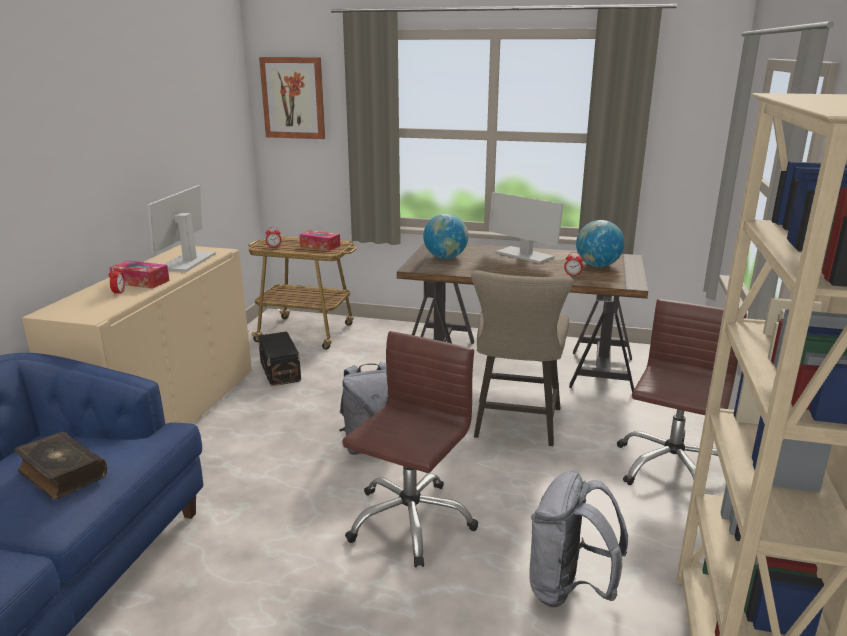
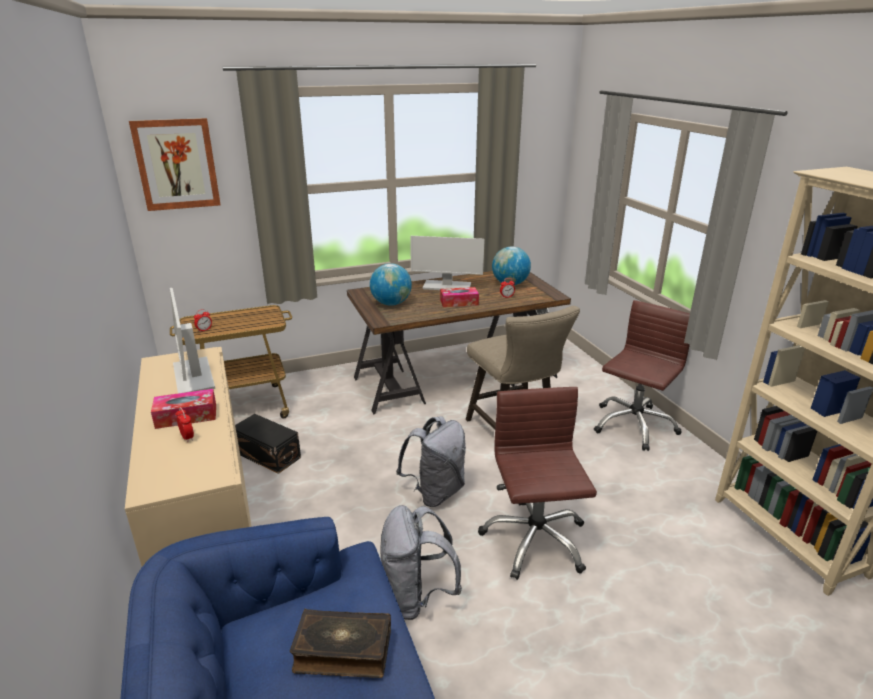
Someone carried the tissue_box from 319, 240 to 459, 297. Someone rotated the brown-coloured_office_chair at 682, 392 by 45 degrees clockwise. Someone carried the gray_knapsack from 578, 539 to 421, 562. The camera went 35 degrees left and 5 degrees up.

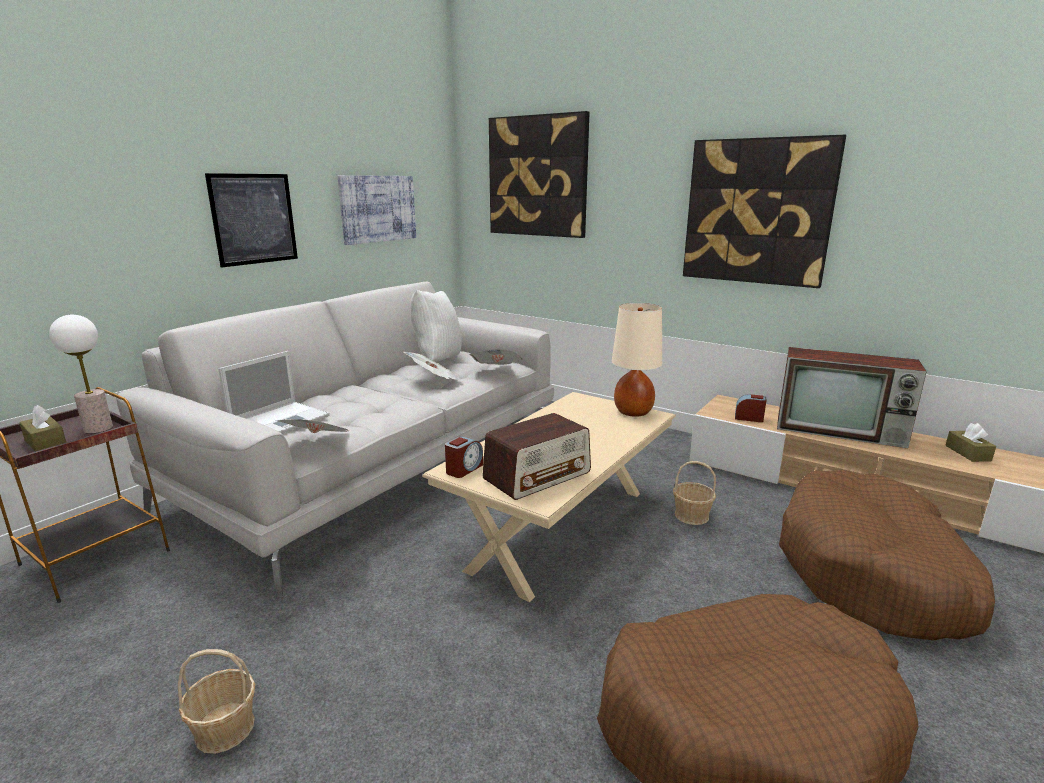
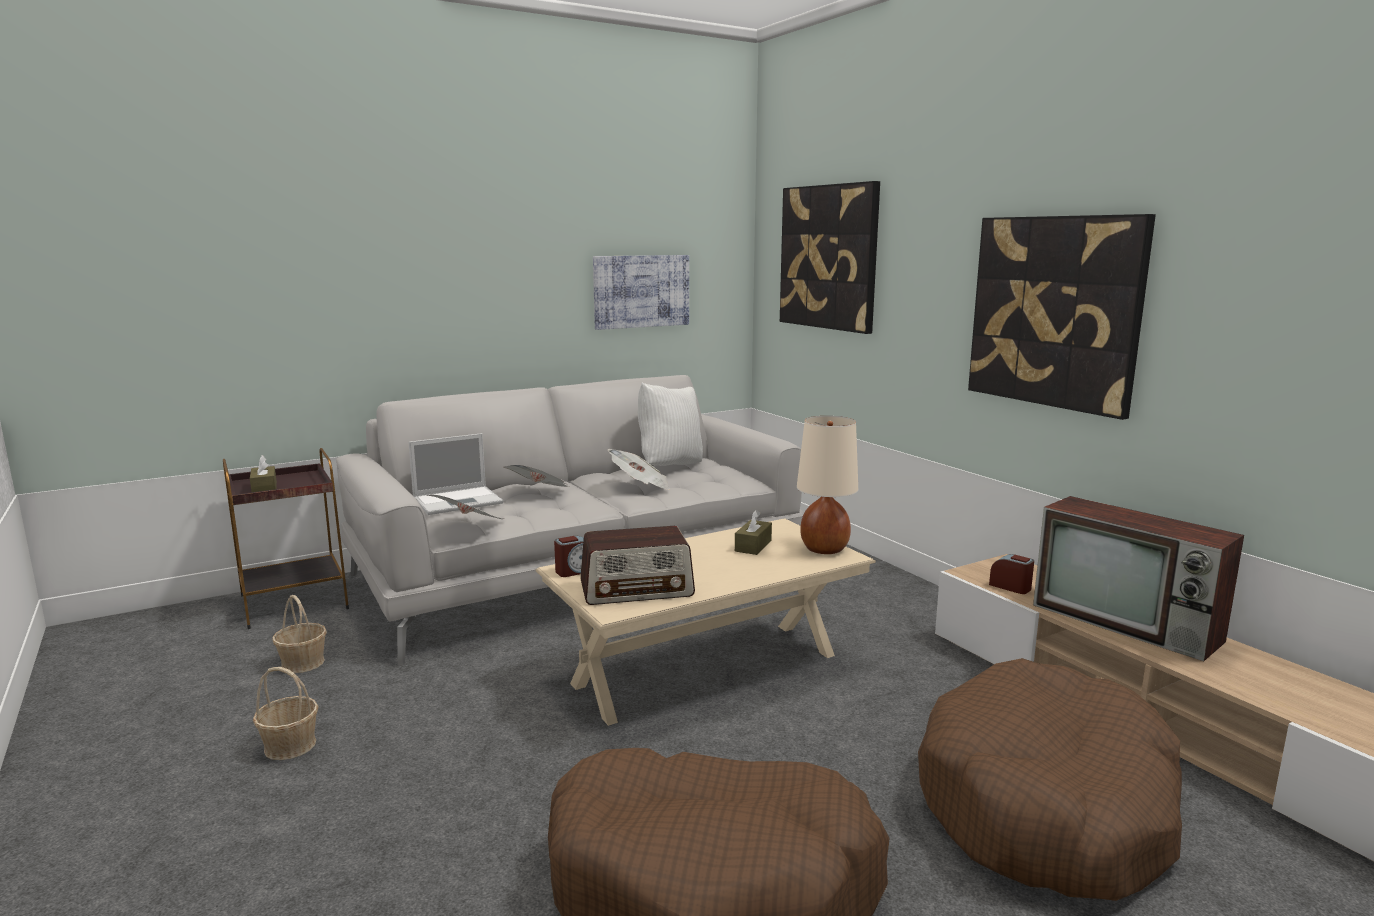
Someone took away the wall_picture at 251, 220. Someone took away the tabletop_lamp at 81, 374. Someone carried the printed_paper from 496, 357 to 535, 476. Someone carried the brown-coloured_tissue_box from 970, 442 to 753, 532. Someone carried the storage_basket from 694, 493 to 299, 634. The camera went 25 degrees right and 5 degrees down.

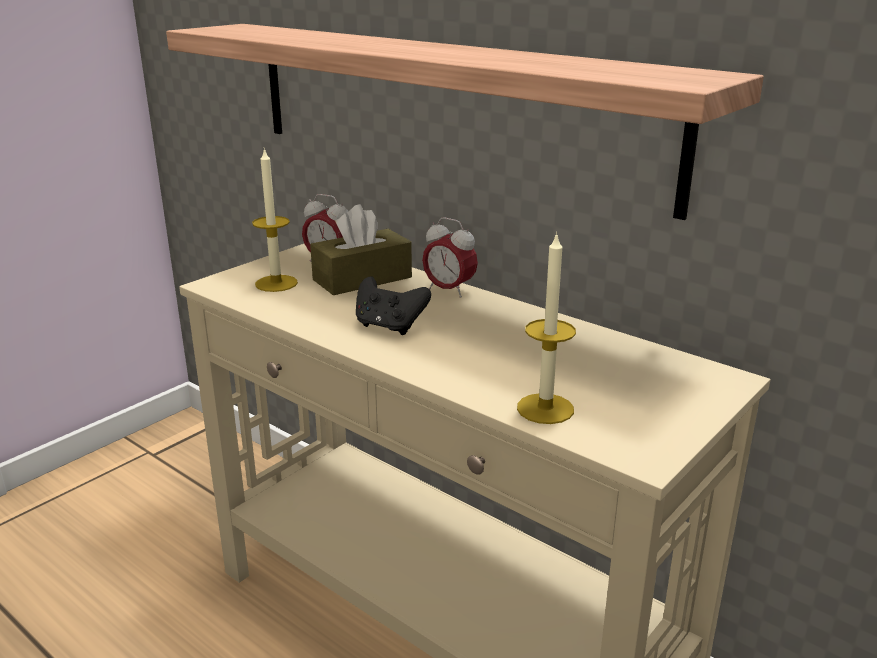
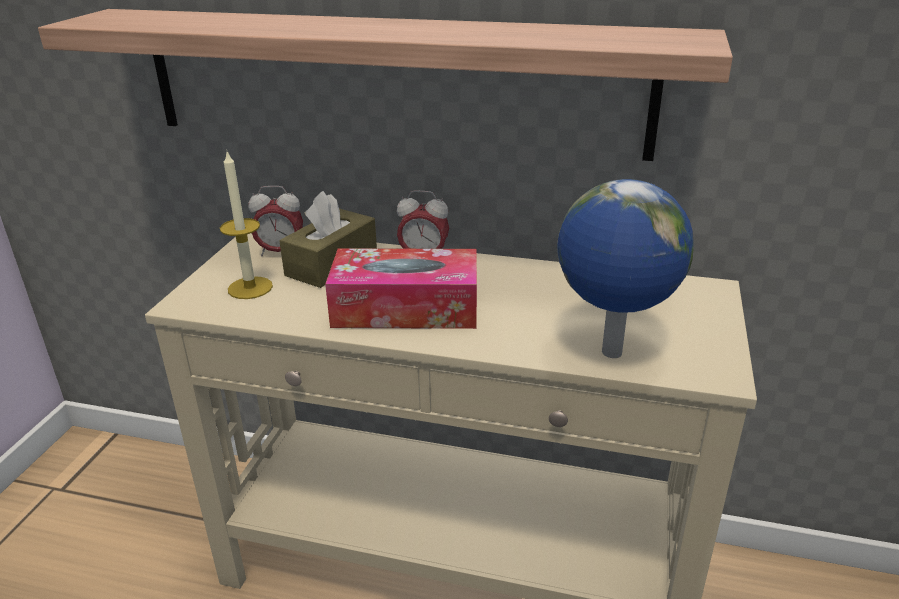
Someone swapped the wax_light at 546, 328 for the desk_globe at 625, 268. Someone swapped the black_joypad at 393, 305 for the tissue_box at 401, 289. The camera went 25 degrees left and 5 degrees up.

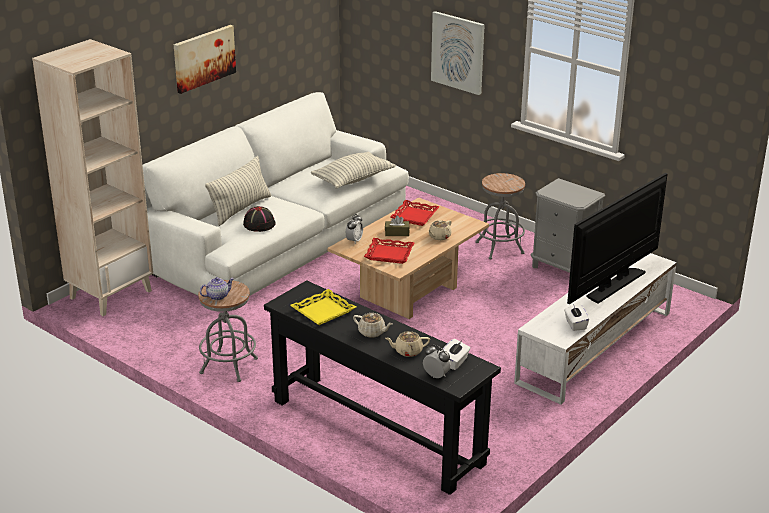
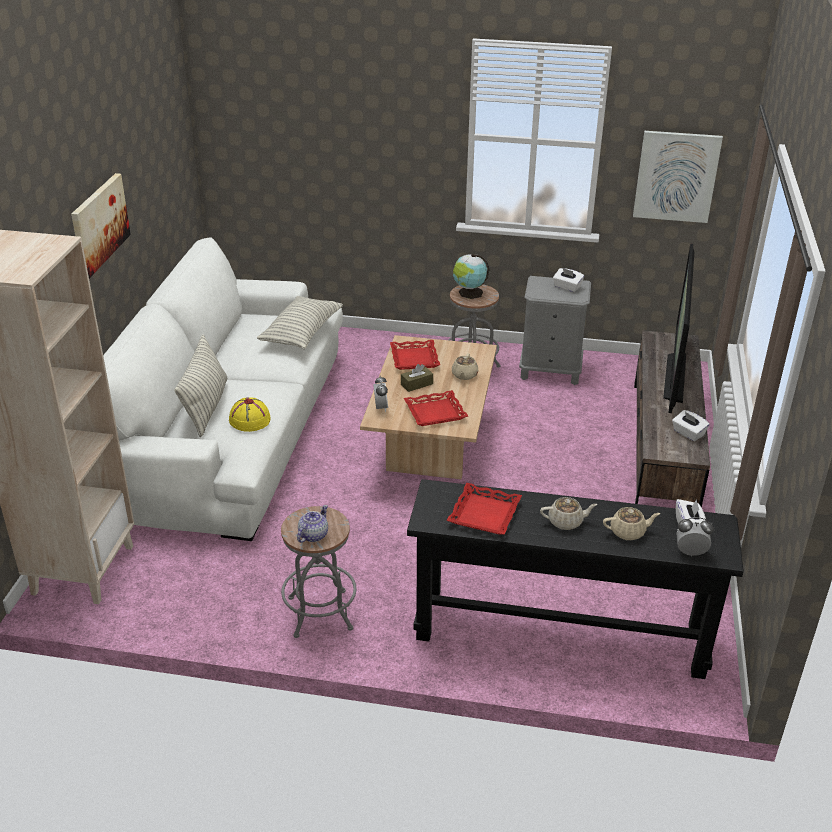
Someone carried the wall_picture from 458, 53 to 678, 177. Someone repainted the black_hat at 259, 219, which became the yellow-coloured_hat at 250, 414. Someone repainted the whitish_media_console at 595, 329, which became the brown-coloured_media_console at 672, 418. Someone repainted the yellow-coloured_tray at 323, 307, which became the reddish_tray at 484, 509. Someone rotated the beige-coloured_teapot at 407, 344 by 150 degrees counterclockwise. Someone put down the desk_globe at 471, 276. Someone put down the whitish_tissue_box at 568, 280. The camera went 30 degrees left and 5 degrees up.

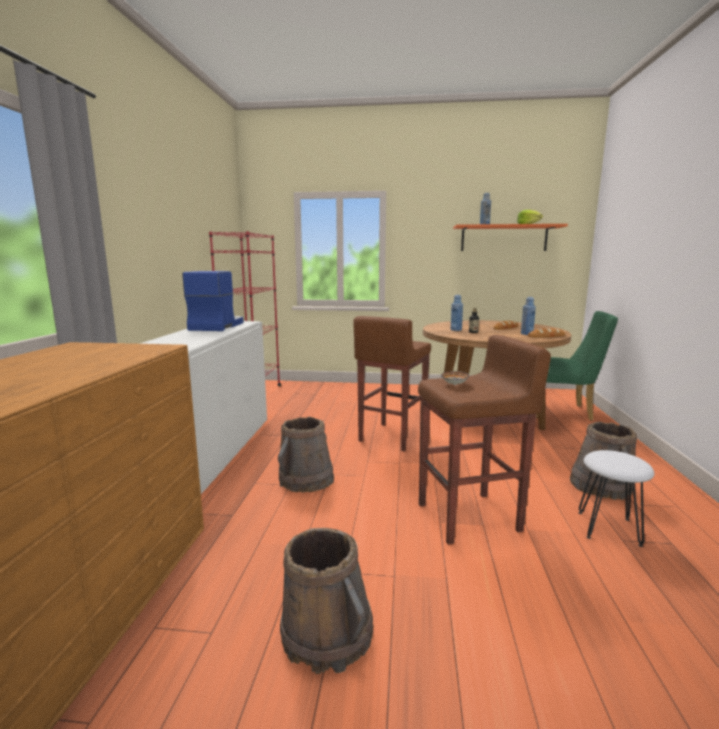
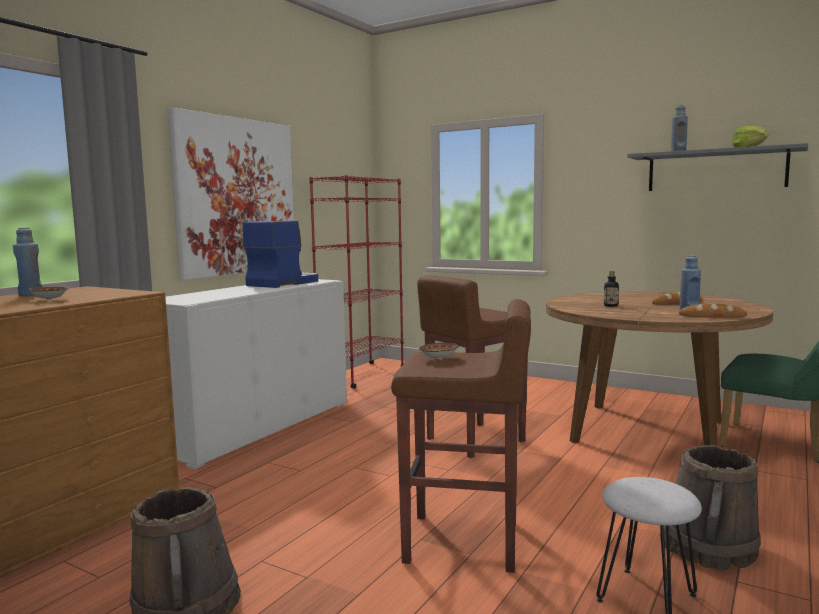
Someone repainted the orangey_wall_shelf at 510, 237, which became the gray_wall_shelf at 717, 167. Someone carried the bluish_drink_bottle from 457, 313 to 28, 262. Someone took away the brown-coloured_pail at 306, 454. Someone put up the wall_picture at 231, 193. Someone put down the bowl at 48, 294. The camera went 25 degrees right and 5 degrees down.

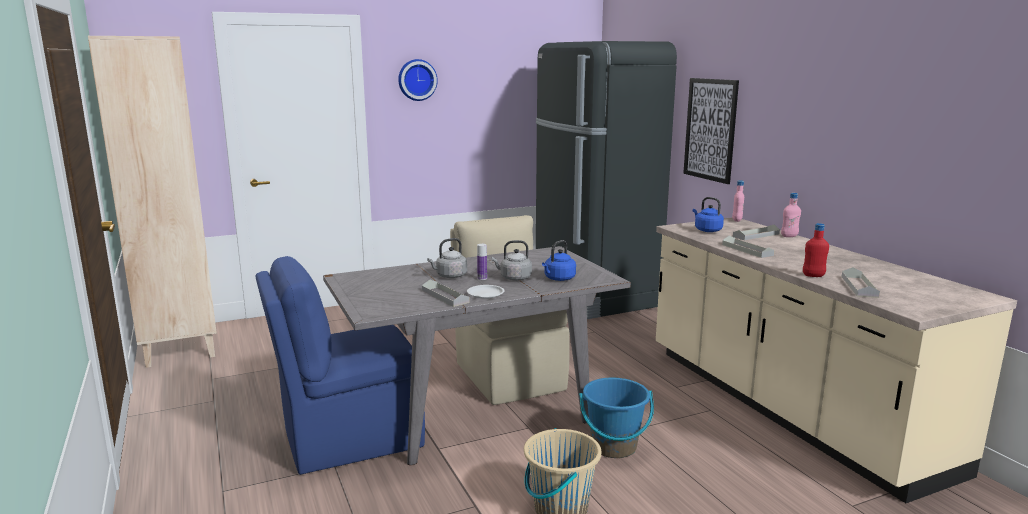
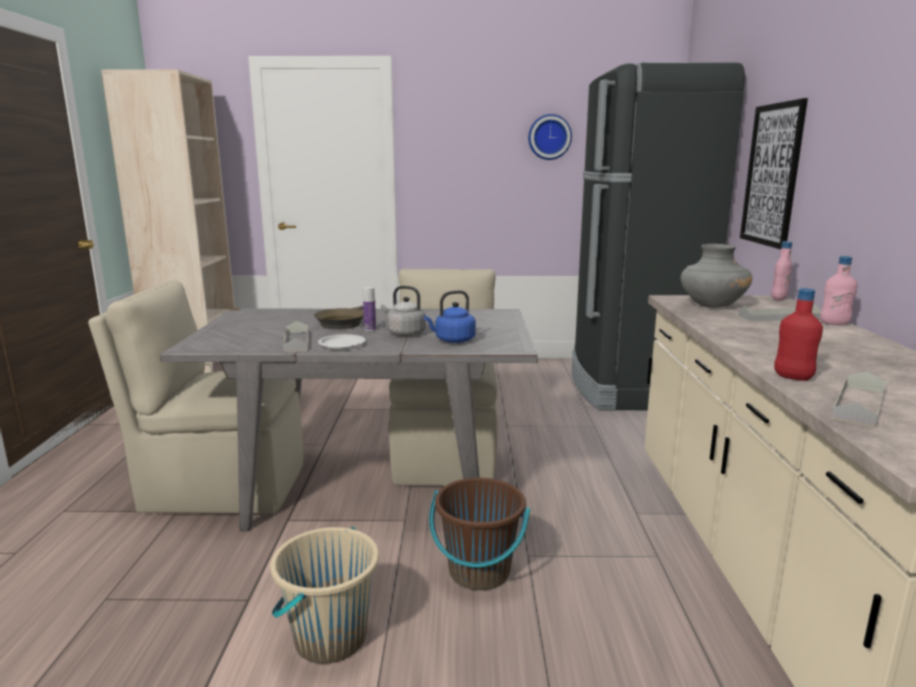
Someone carried the clock_on_the_wall from 418, 80 to 550, 137. Someone swapped the bluish_water_kettle at 708, 214 for the gray_vase at 717, 276. Someone took away the gray_tray at 748, 246. Someone swapped the gray_water_kettle at 447, 258 for the brown-coloured_frying_pan at 339, 317. Someone repainted the bluish_chair at 340, 365, which became the beige-coloured_chair at 195, 397. Someone repainted the bluish_pail at 616, 418, which became the brown-coloured_pail at 479, 534. The camera went 25 degrees right and 0 degrees up.

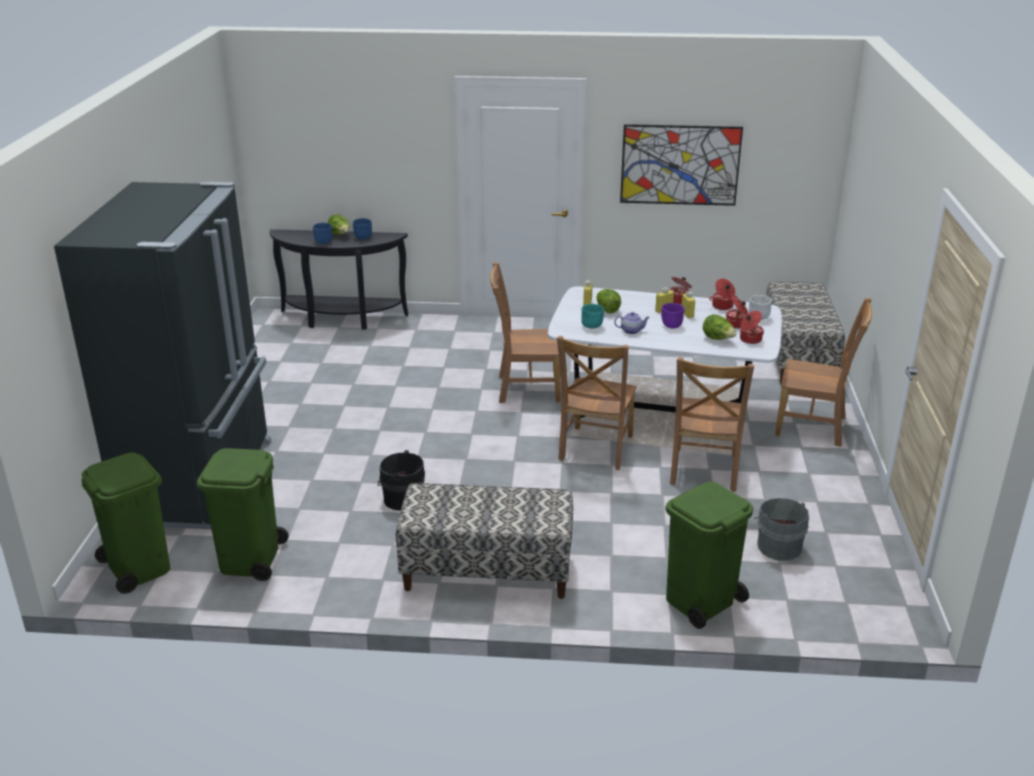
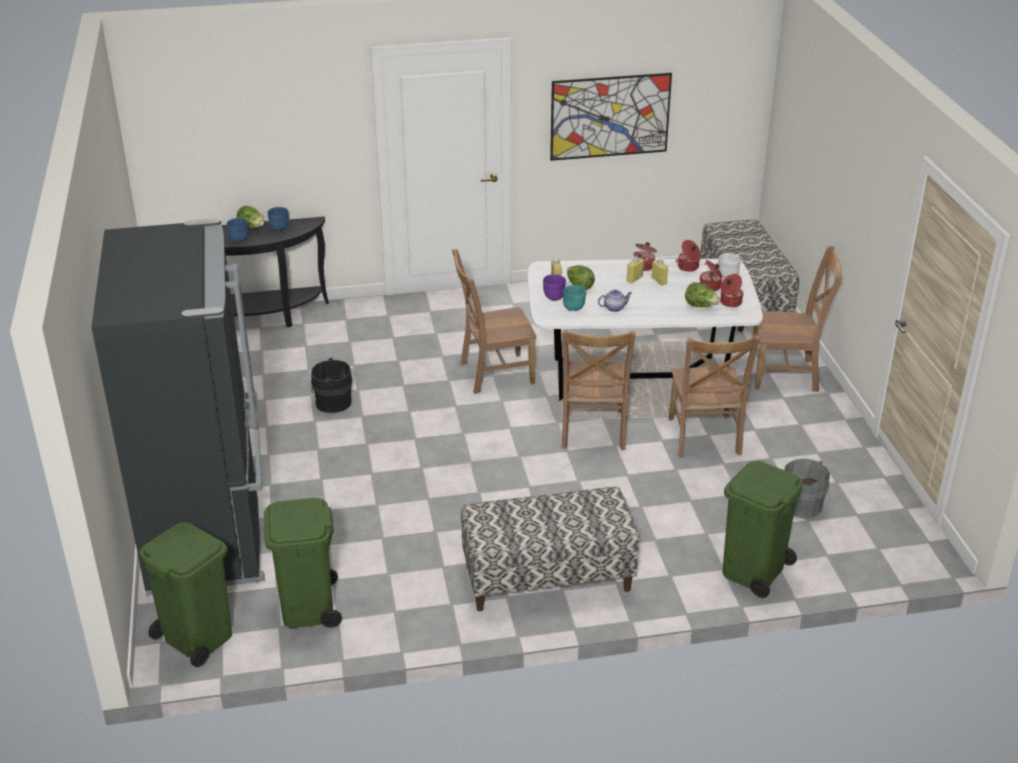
Someone carried the purple-coloured_bowl from 673, 315 to 554, 287. Someone carried the black_pail from 401, 480 to 331, 385. The camera went 15 degrees left and 5 degrees up.

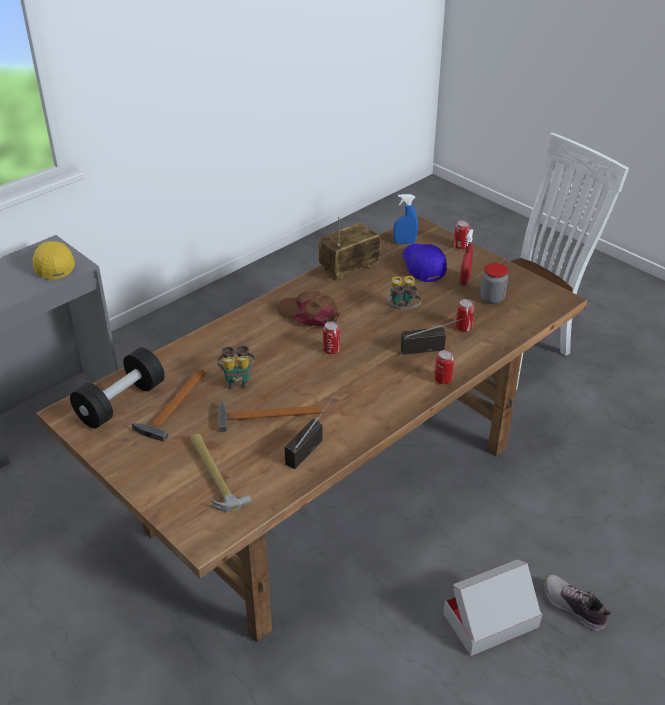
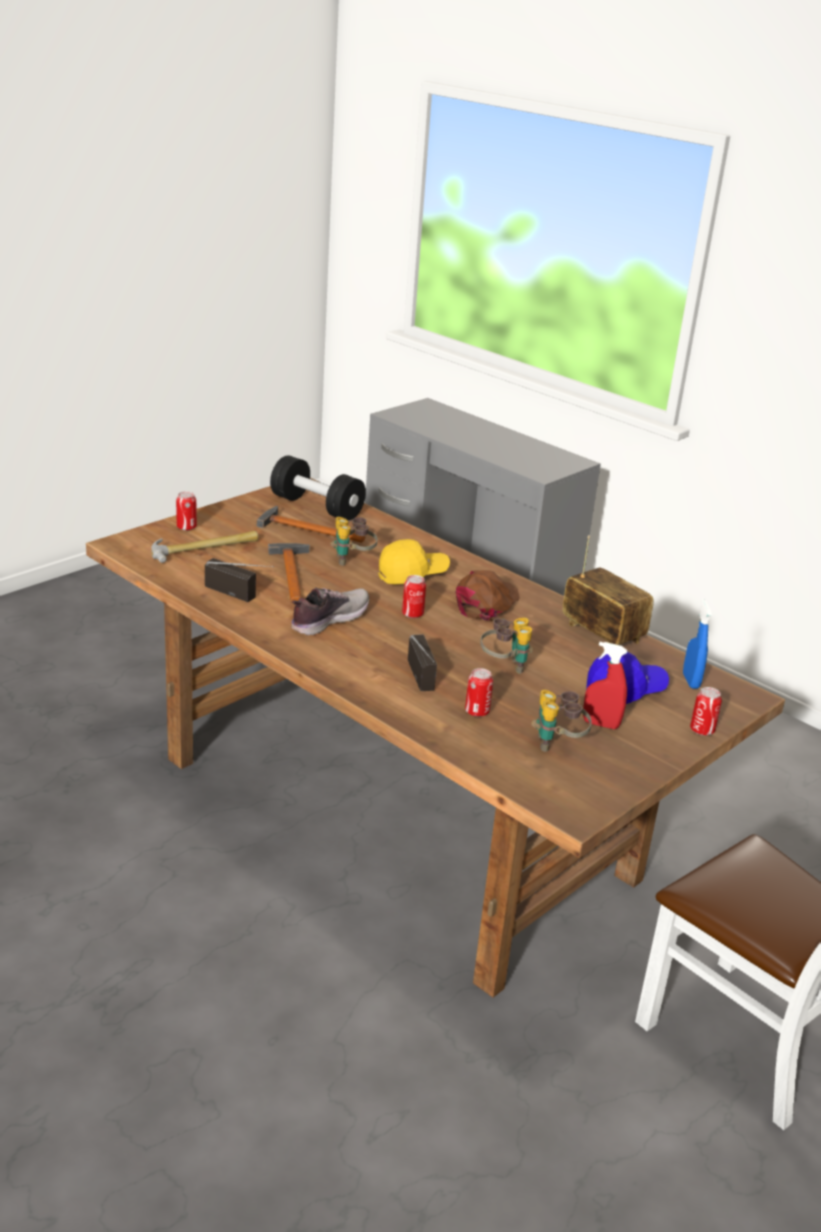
Someone carried the yellow-coloured_cap from 54, 260 to 414, 561. Someone swapped the storage_jar at 494, 283 for the binoculars at 561, 721. Someone carried the metal_can from 444, 367 to 186, 511. Someone took away the cardboard_box at 492, 608. Someone carried the item_of_footwear from 577, 602 to 330, 612. The camera went 85 degrees right and 10 degrees down.

